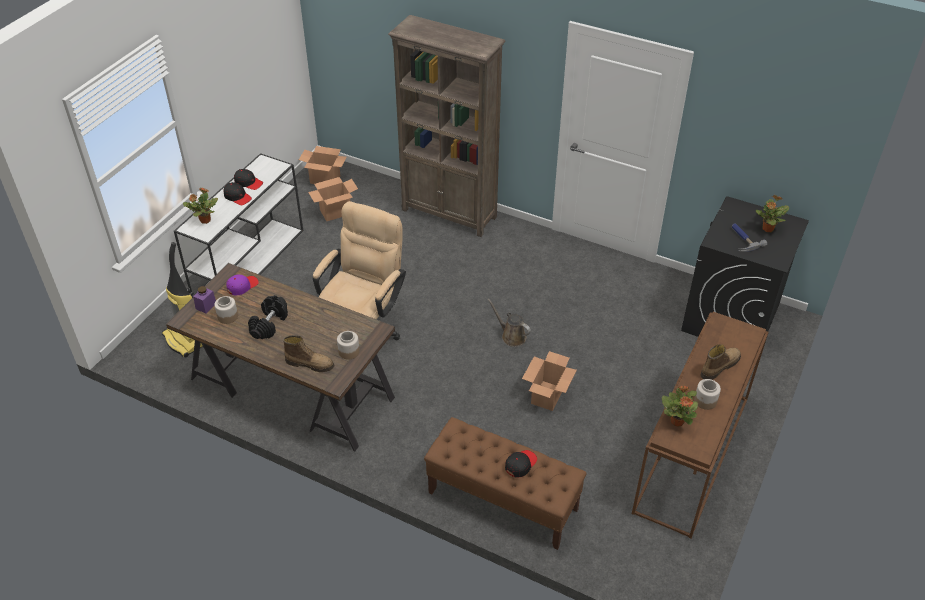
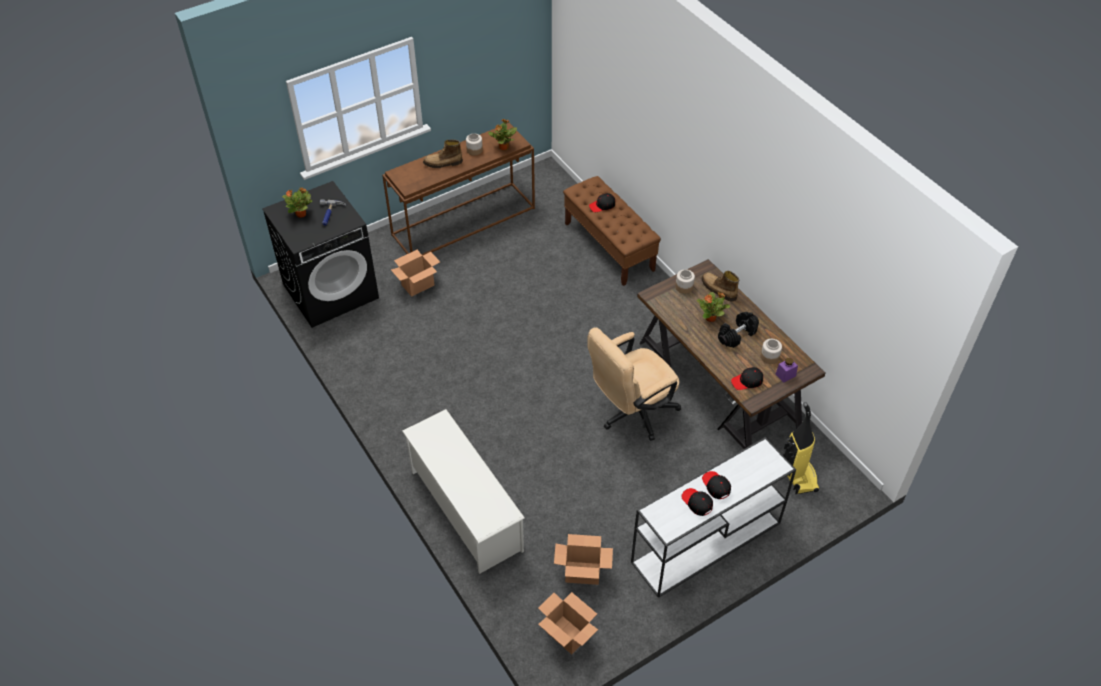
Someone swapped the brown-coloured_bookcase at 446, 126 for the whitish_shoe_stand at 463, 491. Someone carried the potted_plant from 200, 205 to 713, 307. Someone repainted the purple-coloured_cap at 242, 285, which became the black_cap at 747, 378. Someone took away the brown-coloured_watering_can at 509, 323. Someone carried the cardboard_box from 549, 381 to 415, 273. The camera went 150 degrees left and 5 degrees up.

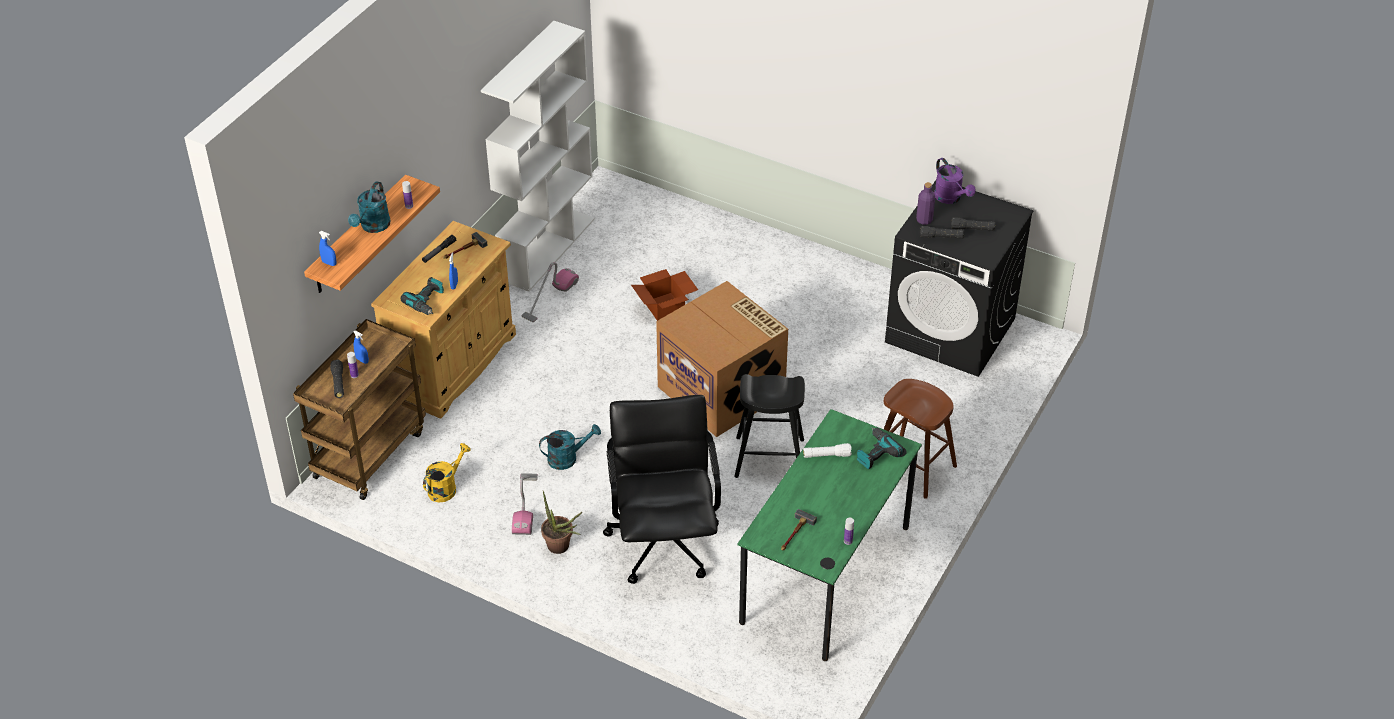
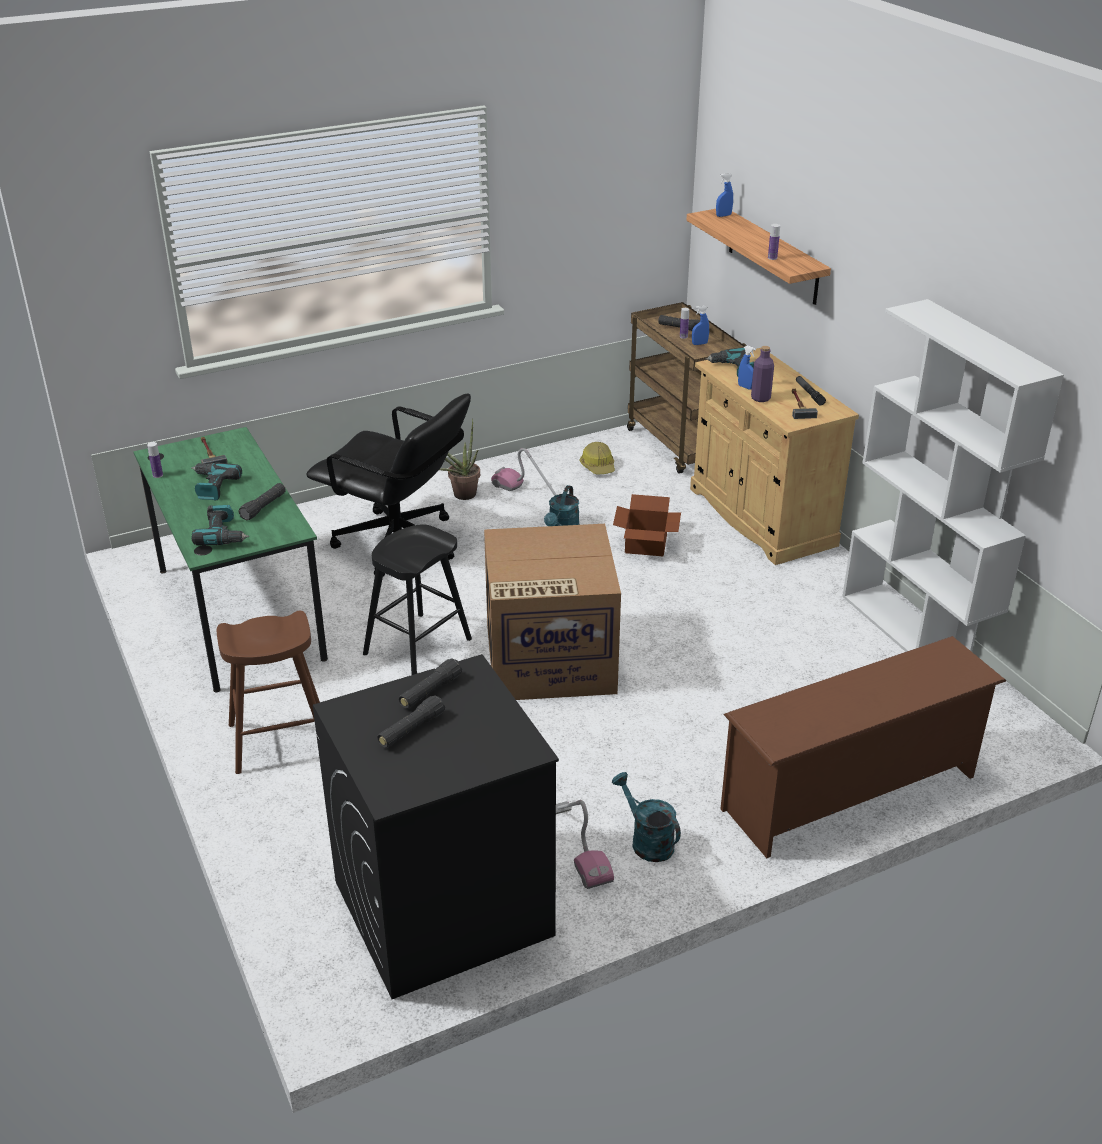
Someone took away the purple-coloured_watering_can at 955, 181. Someone carried the blue-green_watering_can from 369, 207 to 646, 817. Someone carried the purple-coloured_drink_bottle from 925, 203 to 762, 374. Someone carried the vacuum_cleaner from 550, 292 to 585, 844. Someone carried the cardboard_box from 664, 295 to 647, 525. Someone swapped the yellow-coloured_watering_can at 447, 472 for the work_helmet at 597, 458. Someone repainted the whitish_torch at 827, 450, which became the black_torch at 262, 501. Someone put down the drill at 216, 481. Someone put down the brown-coloured_shoe_stand at 863, 747. The camera went 125 degrees right and 10 degrees down.

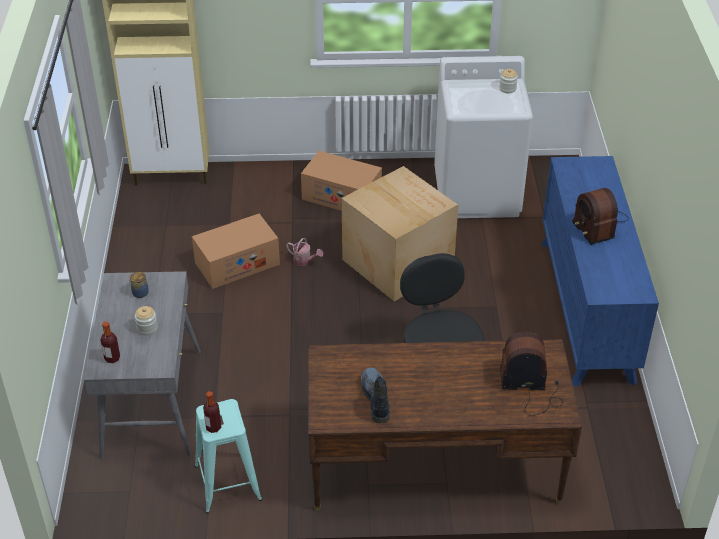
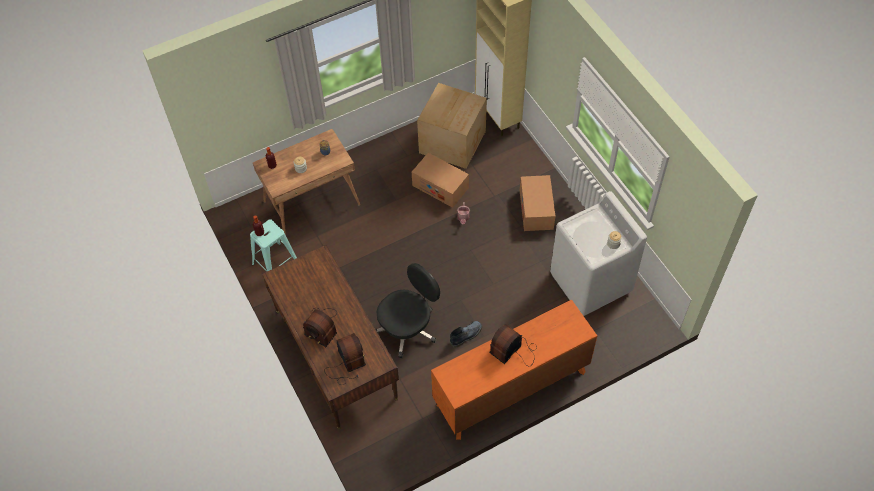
Someone repainted the bluish_chest_of_drawers at 600, 271, which became the orangey_chest_of_drawers at 514, 369. Someone carried the cardboard_box from 400, 233 to 452, 126. Someone repainted the gray_desk_table at 142, 365, which became the brown-coloured_desk_table at 306, 182. Someone carried the tall_boot from 375, 396 to 466, 334. Someone put down the radio_receiver at 320, 327. The camera went 65 degrees right and 15 degrees up.

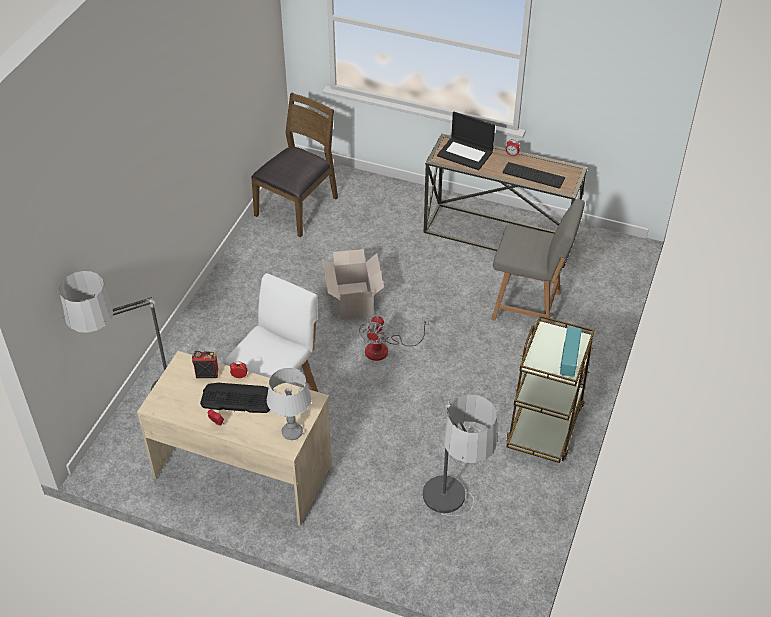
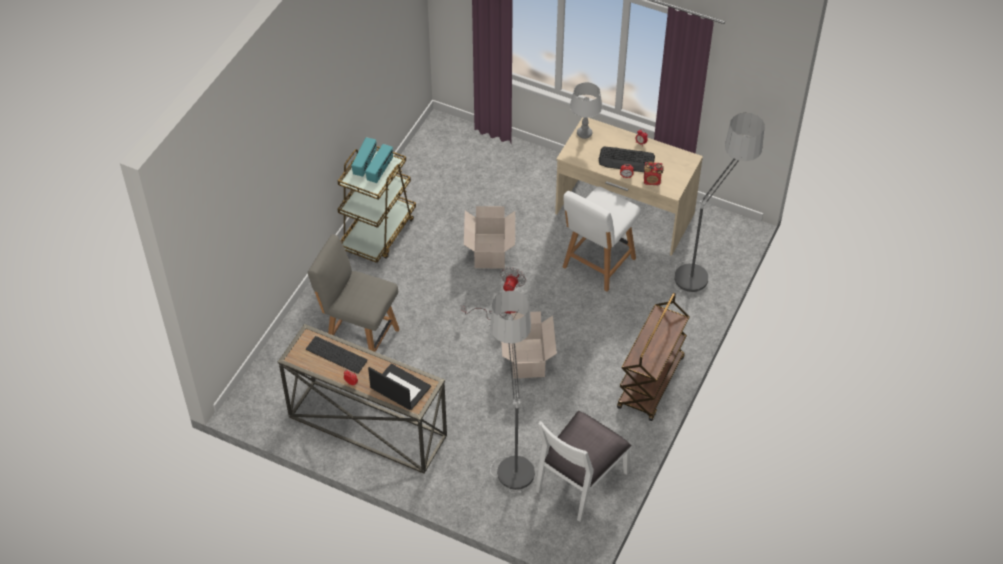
Someone repainted the brown-coloured_chair at 294, 165, which became the whitish_chair at 583, 466. Someone carried the floor_lamp from 460, 455 to 512, 392. Someone put down the radio_receiver at 379, 163. Someone put down the cardboard_box at 489, 237. Someone put down the brown-coloured_trolley at 653, 357. The camera went 175 degrees left and 5 degrees up.

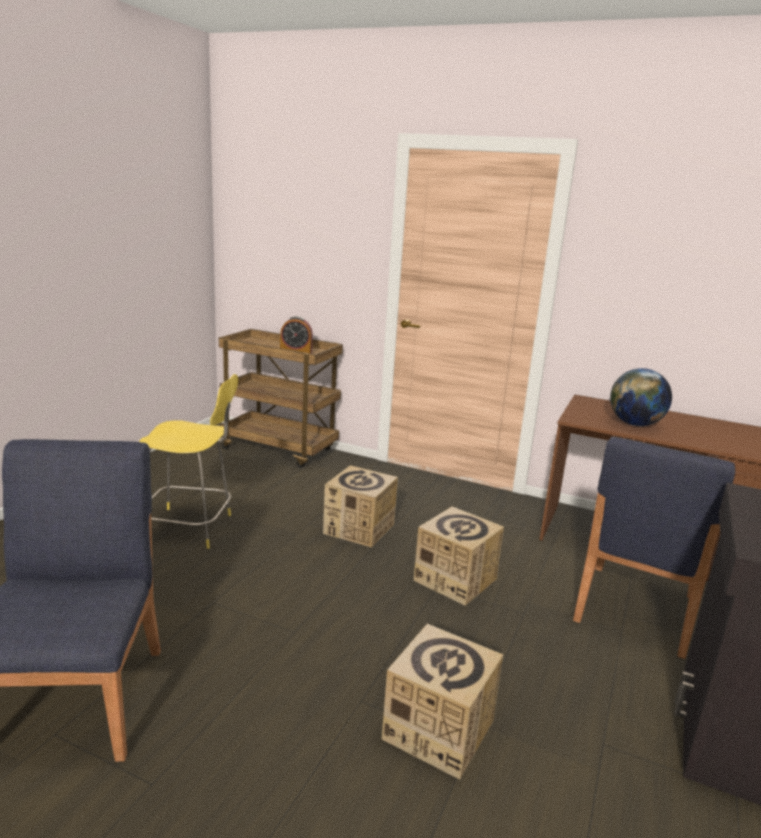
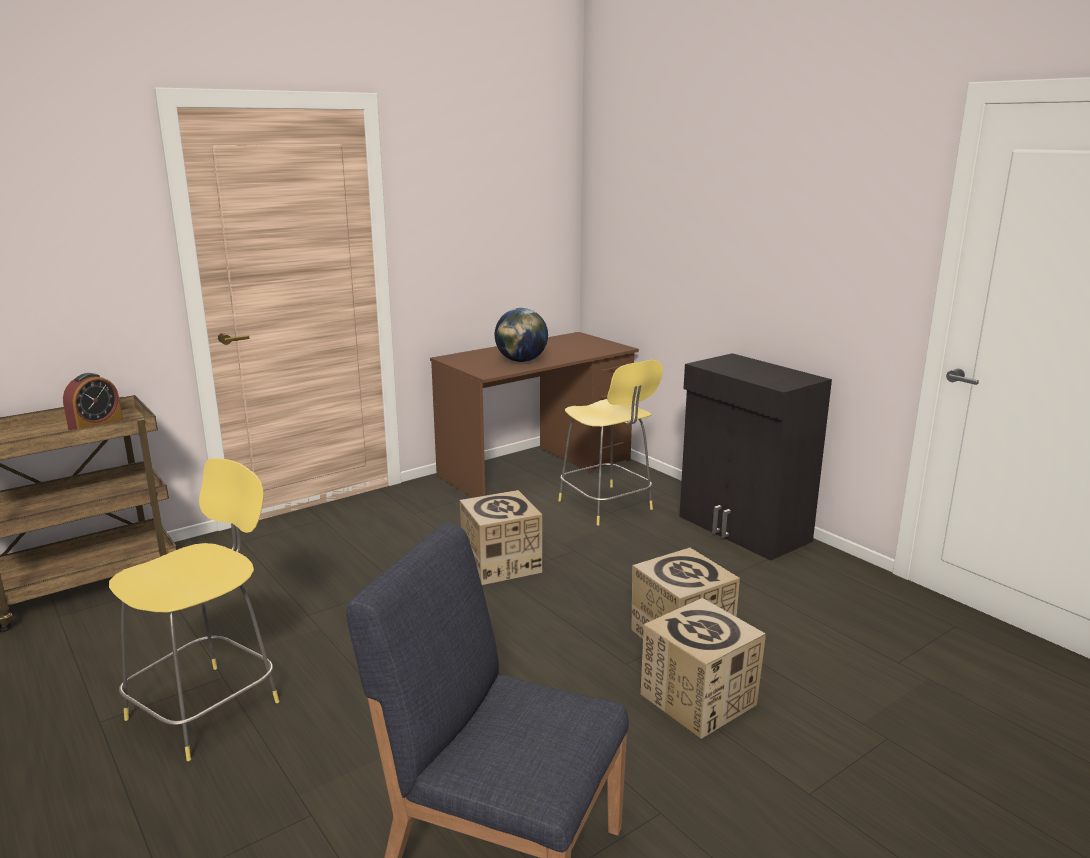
Someone swapped the bluish_chair at 654, 548 for the yellow-coloured_stool at 610, 442. Someone carried the cardboard_box from 360, 506 to 703, 668. The camera went 60 degrees left and 0 degrees up.

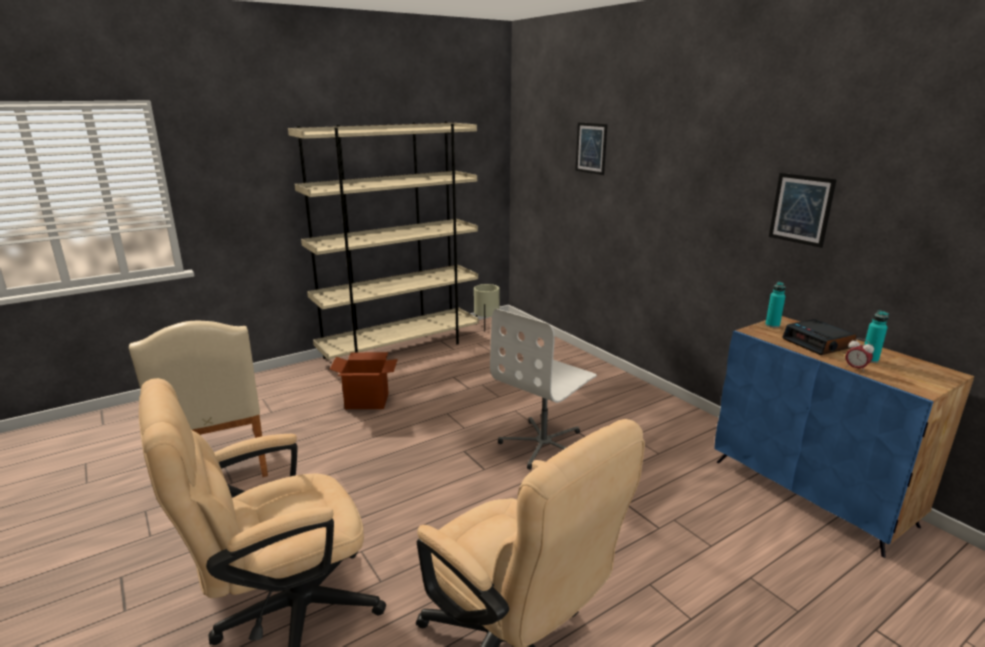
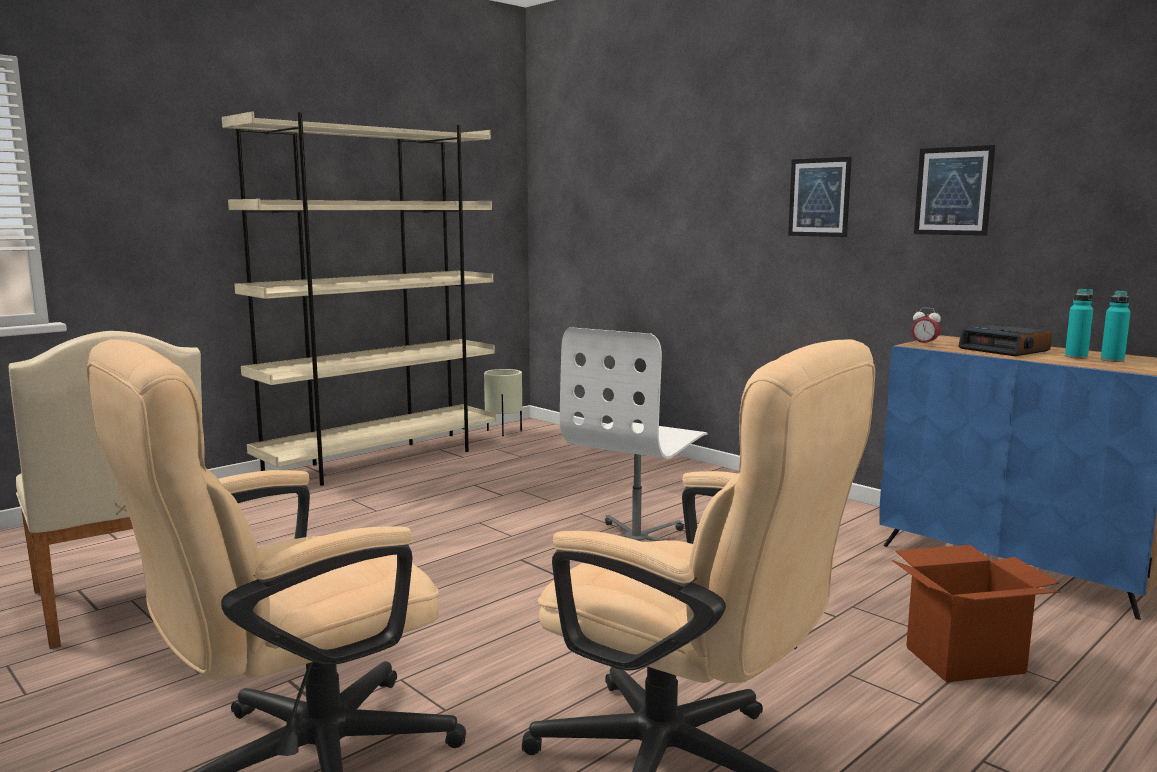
Someone carried the wall_picture from 591, 148 to 820, 197. Someone carried the blue-green_drink_bottle from 775, 305 to 1116, 326. Someone carried the table_clock from 860, 355 to 926, 327. Someone carried the cardboard_box from 364, 380 to 976, 613. The camera went 10 degrees left and 10 degrees down.

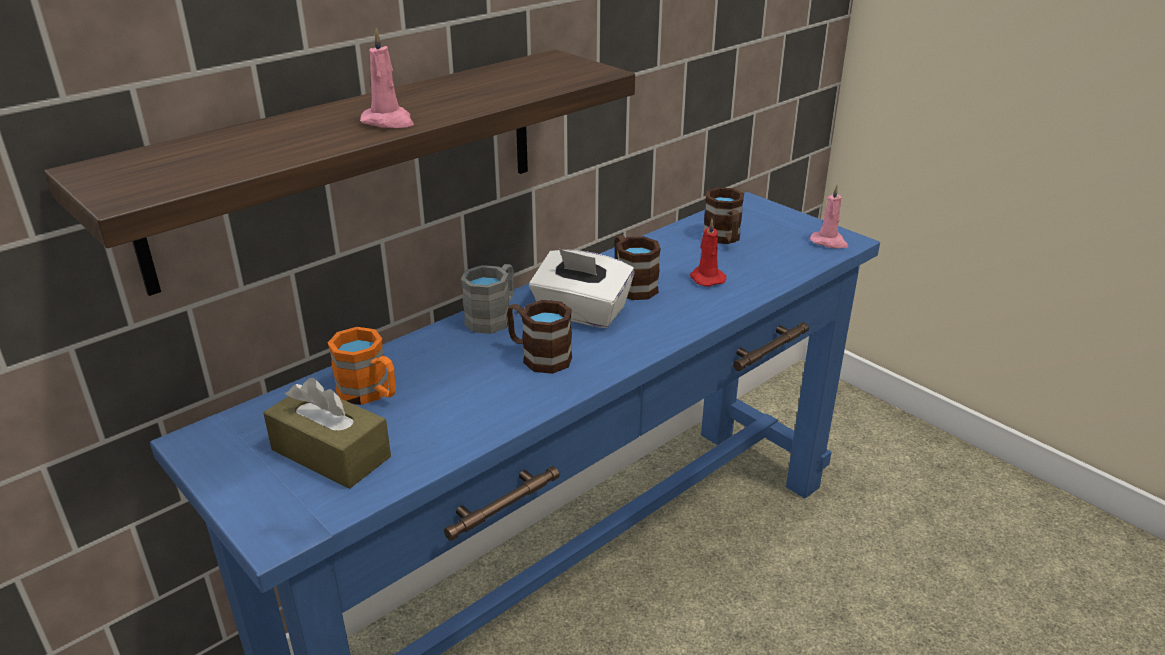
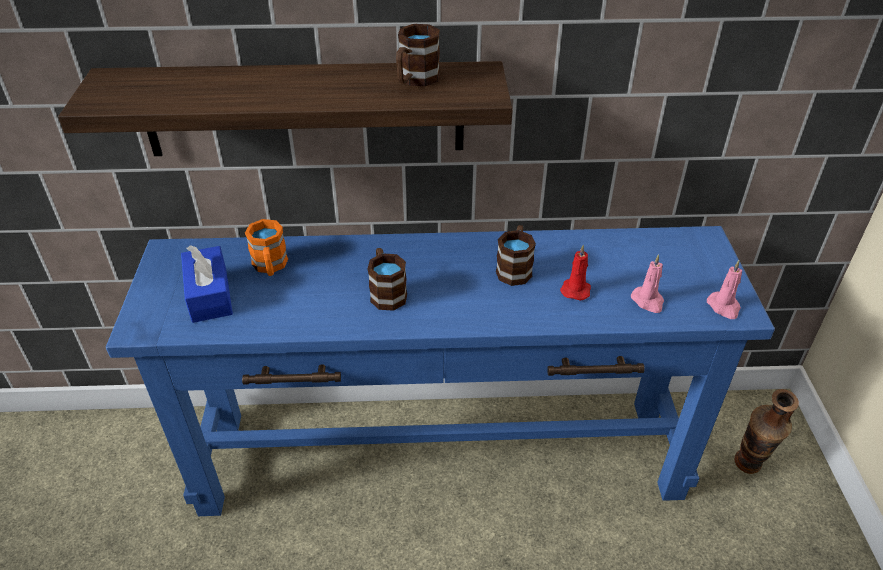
Someone carried the pink_wax_light from 387, 78 to 647, 283. Someone carried the brown-coloured_tea_mug from 724, 215 to 418, 55. Someone took away the whitish_tissue_box at 581, 288. Someone took away the gray_tea_mug at 487, 299. Someone repainted the brown-coloured_tissue_box at 327, 433, which became the bluish_tissue_box at 207, 284. Someone put down the vase at 767, 431. The camera went 40 degrees right and 10 degrees up.

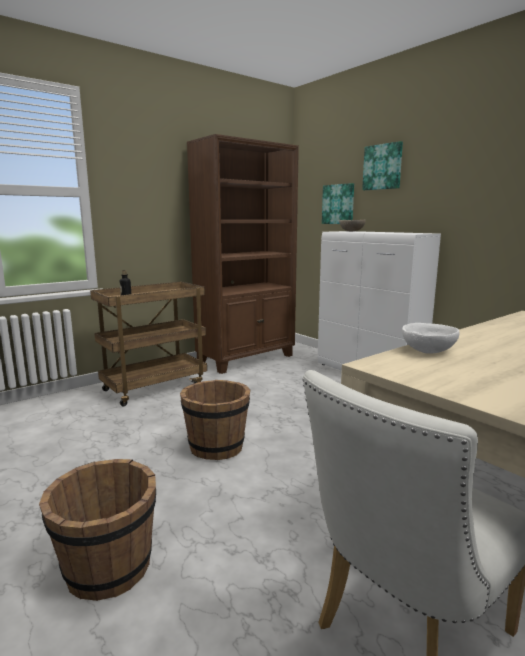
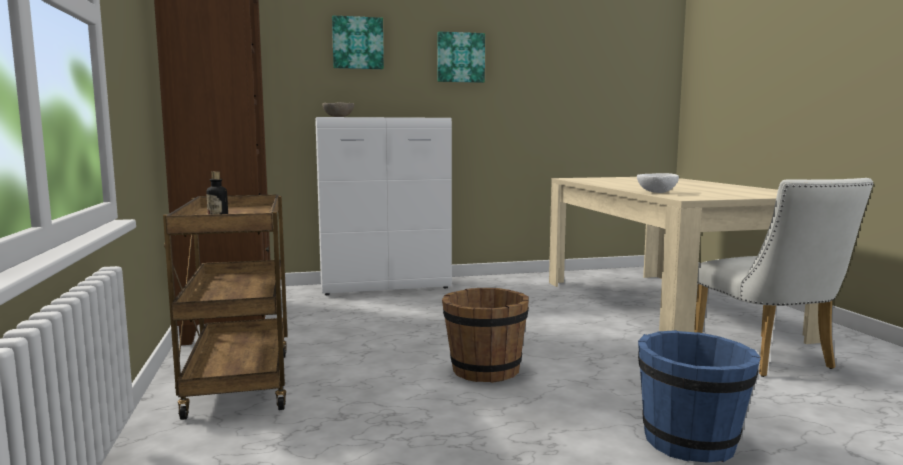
Someone carried the wall_picture from 338, 203 to 461, 57. Someone repainted the brown-coloured_pail at 97, 530, which became the bluish_pail at 699, 396. The camera went 65 degrees left and 5 degrees down.

